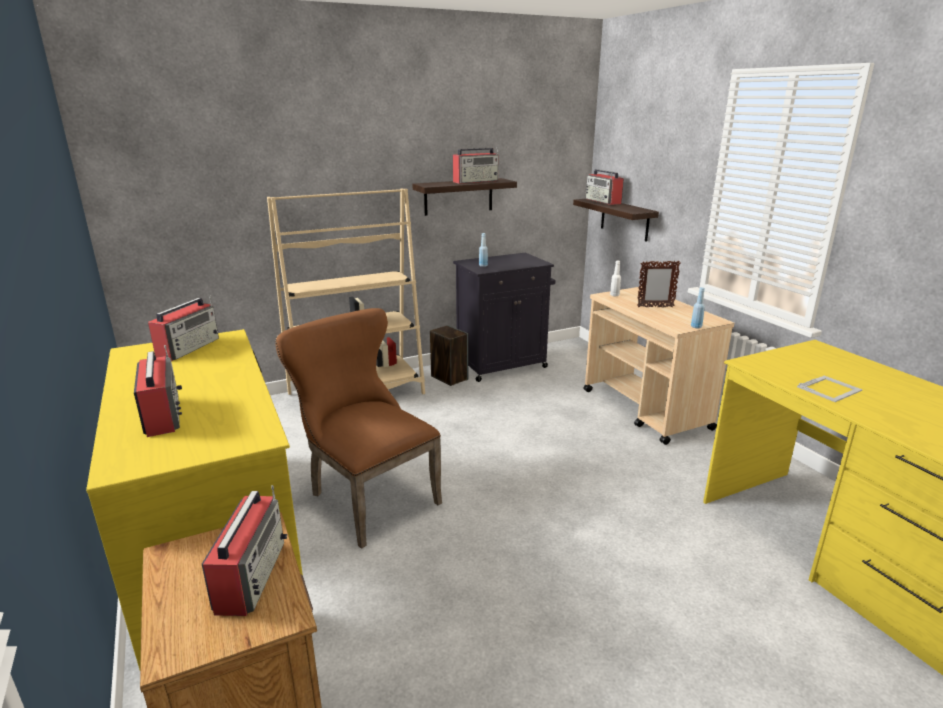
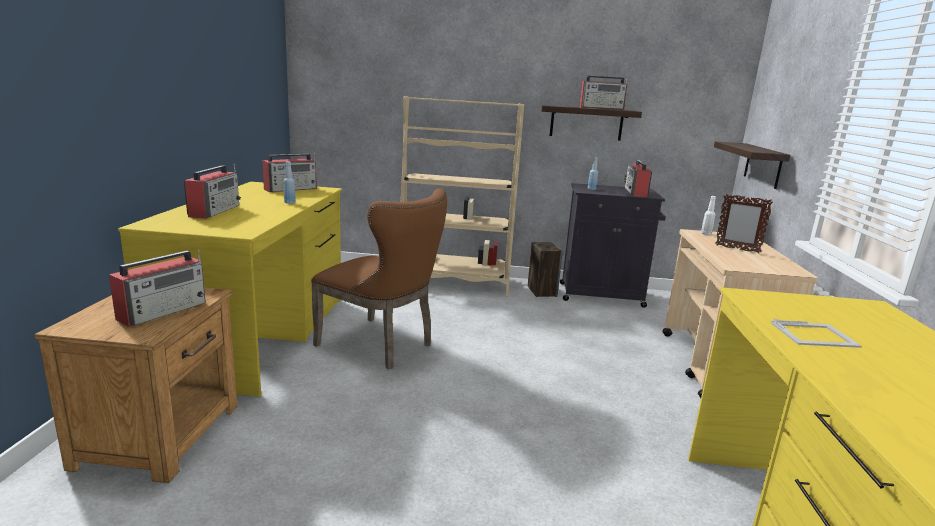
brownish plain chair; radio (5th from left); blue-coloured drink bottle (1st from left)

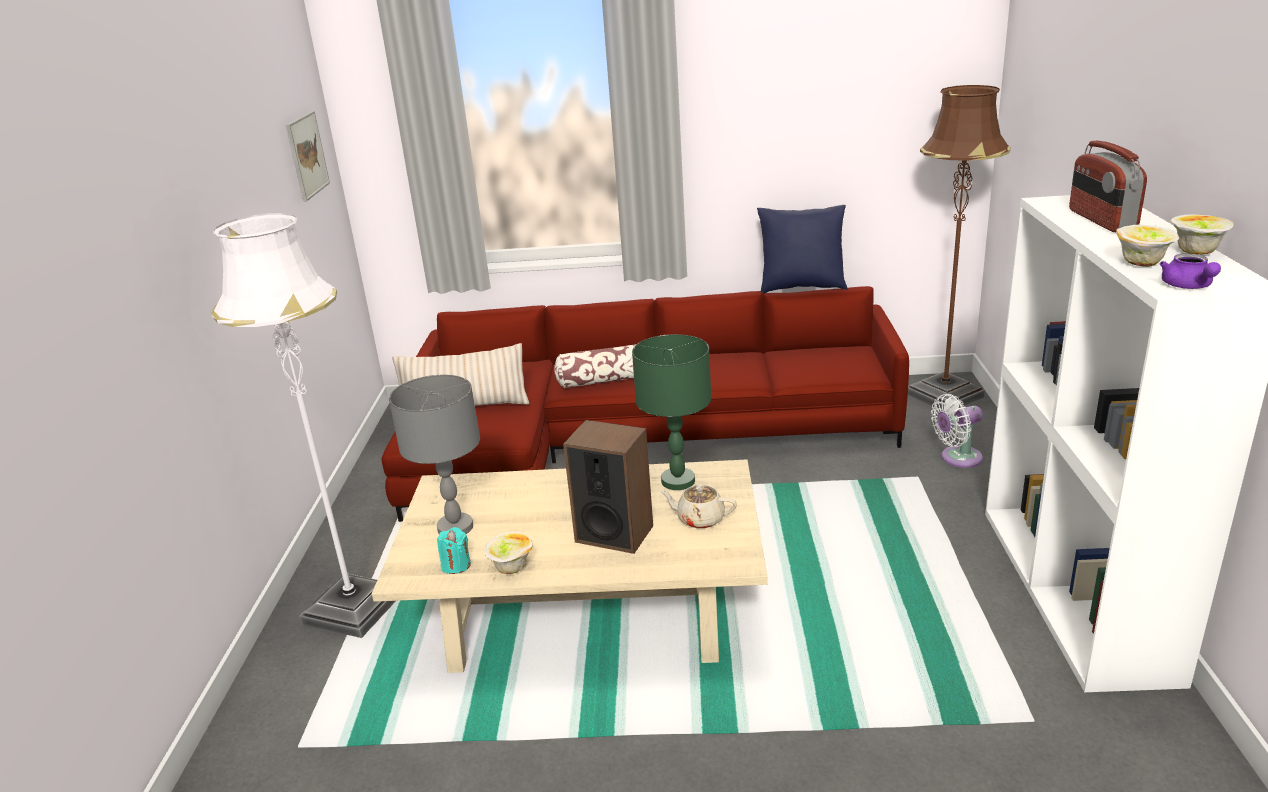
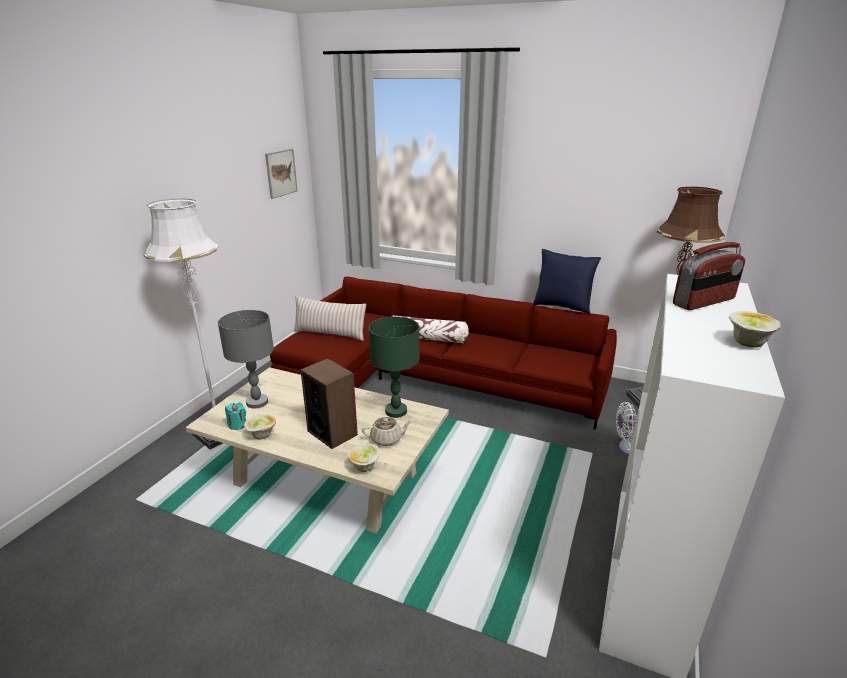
sand-coloured teapot; radio; serving bowl (2nd from left); purplish teapot

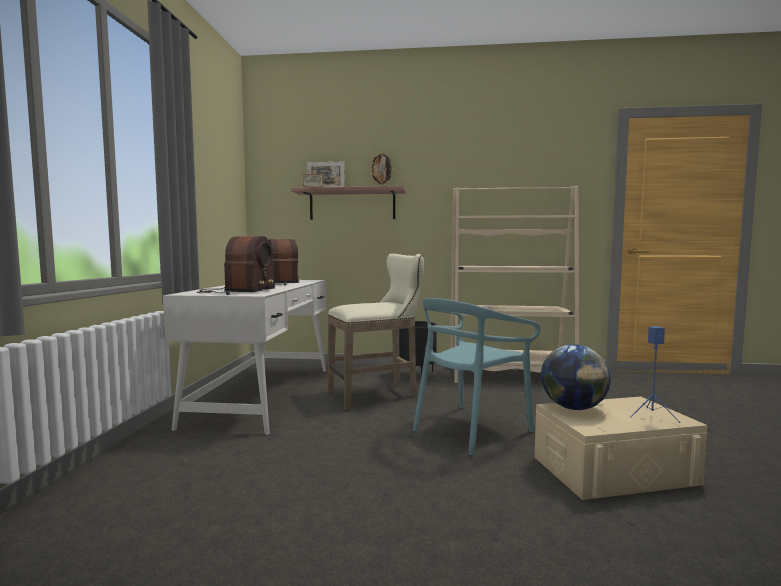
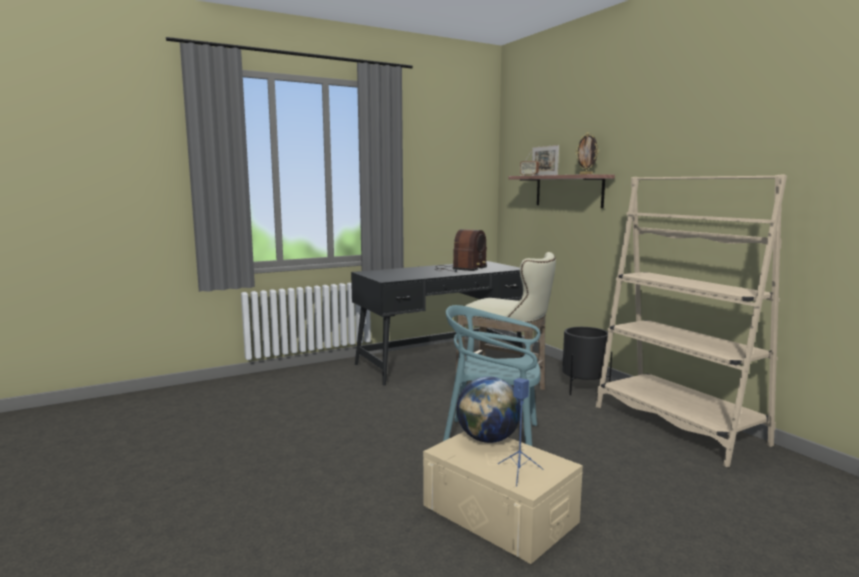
black desk table; radio (1st from left in the first image)

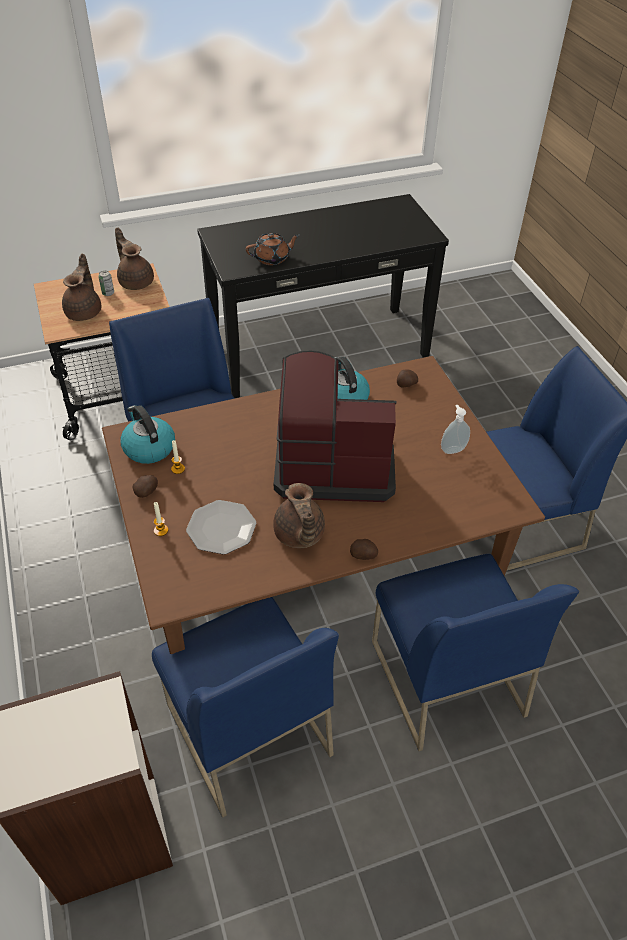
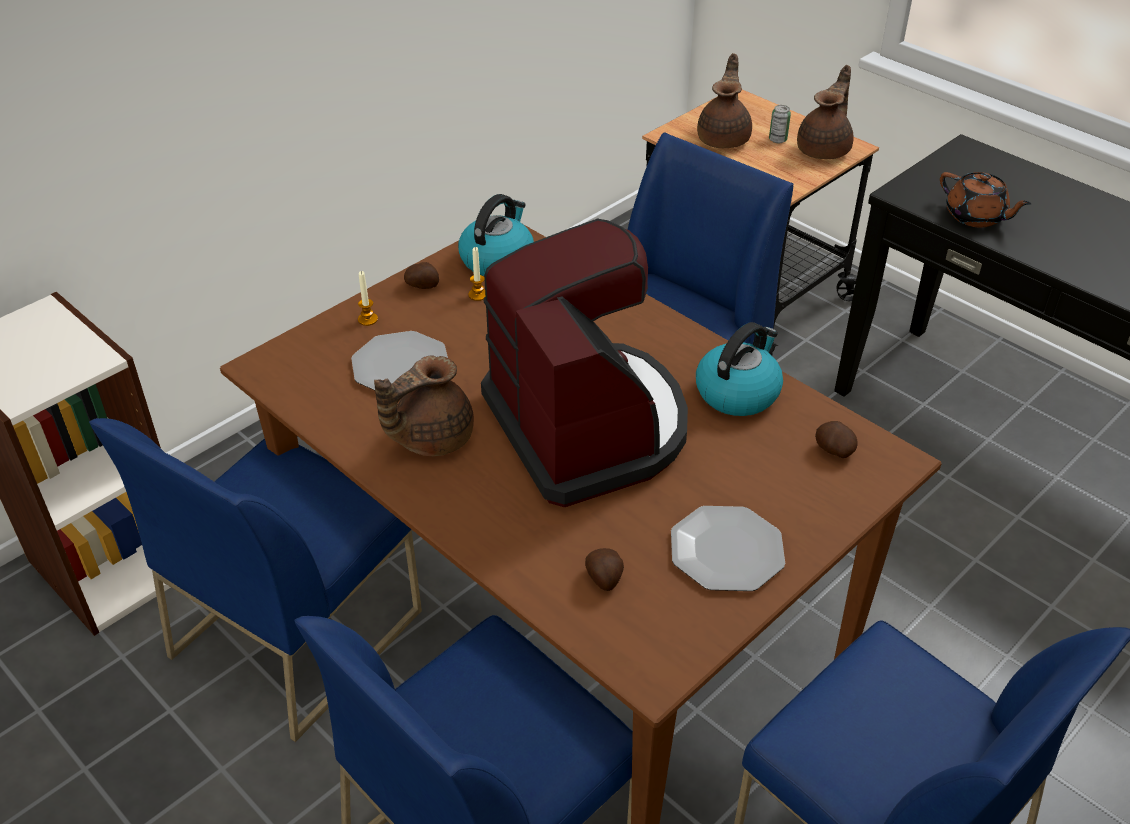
brownish teapot (2nd from left); spud (2nd from left); flat dish (2nd from left)

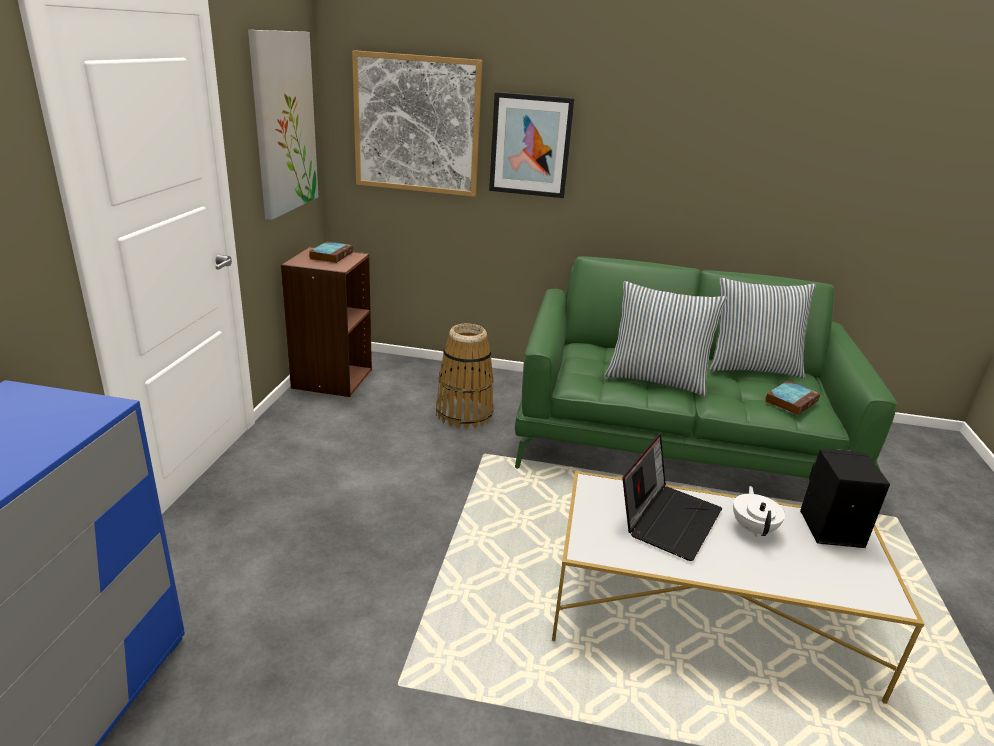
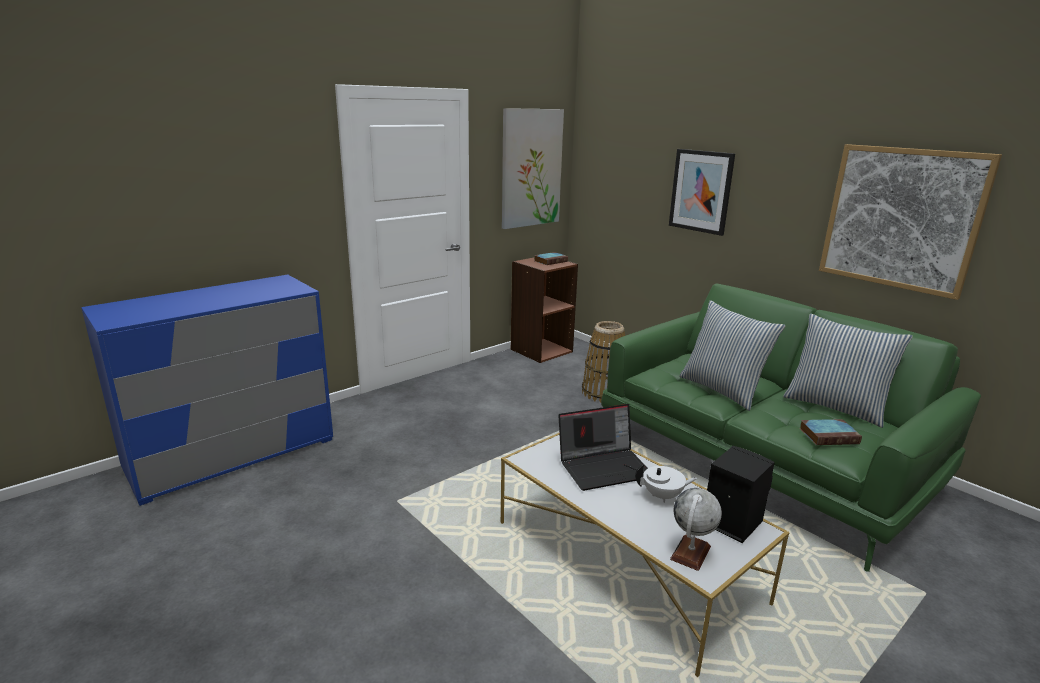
wall picture (3rd from left); whitish teapot; world globe

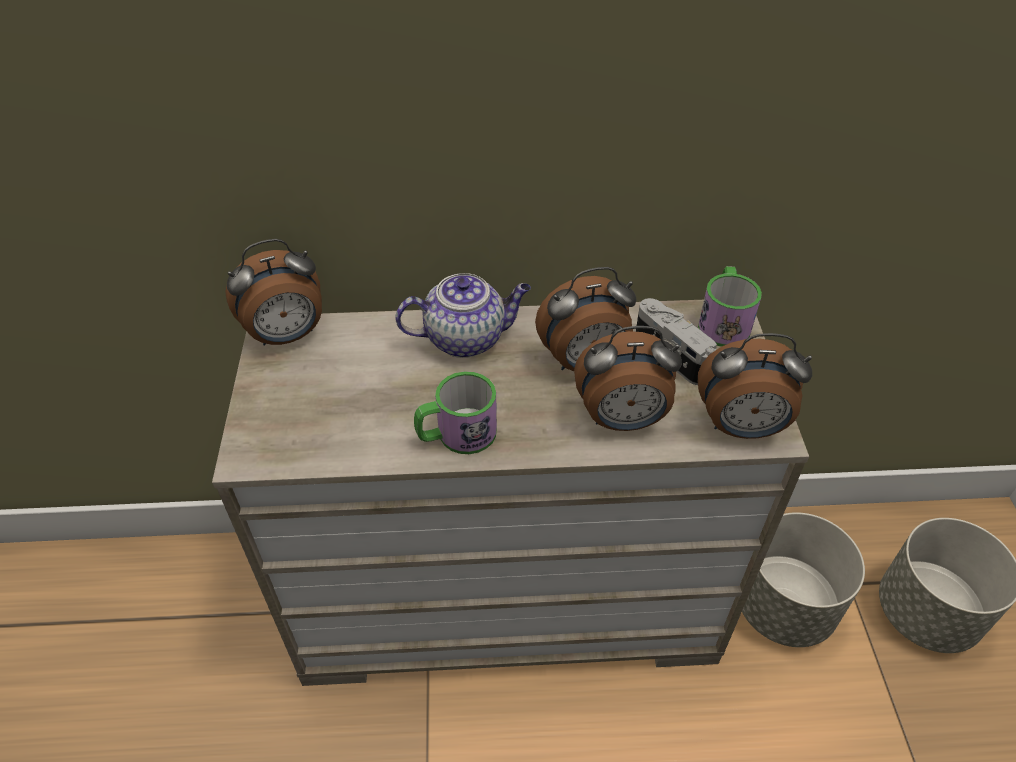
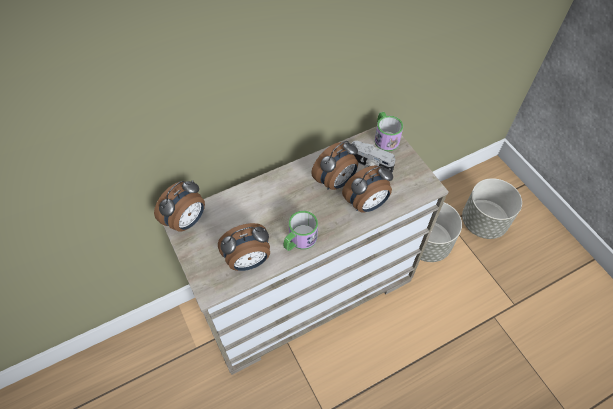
teapot; bedside clock (2nd from left)

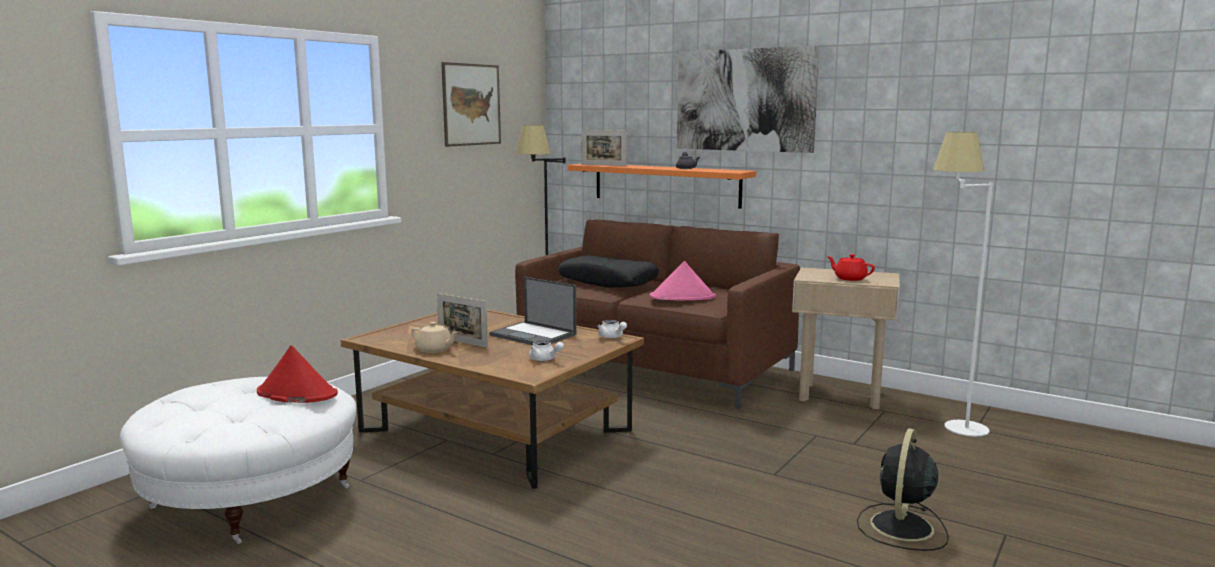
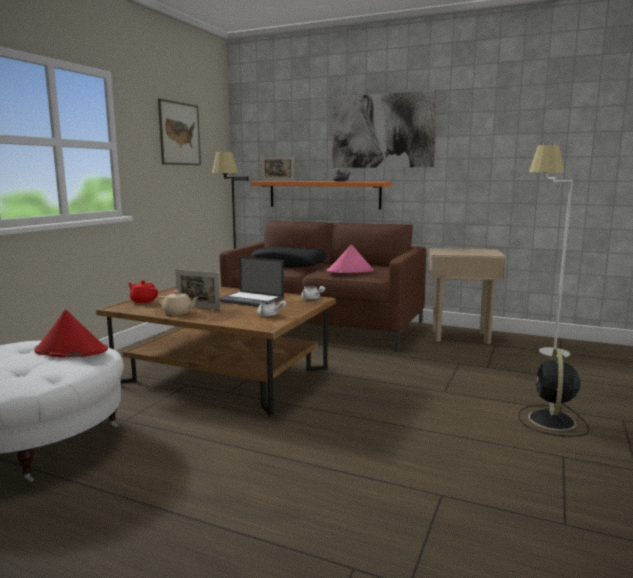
red teapot

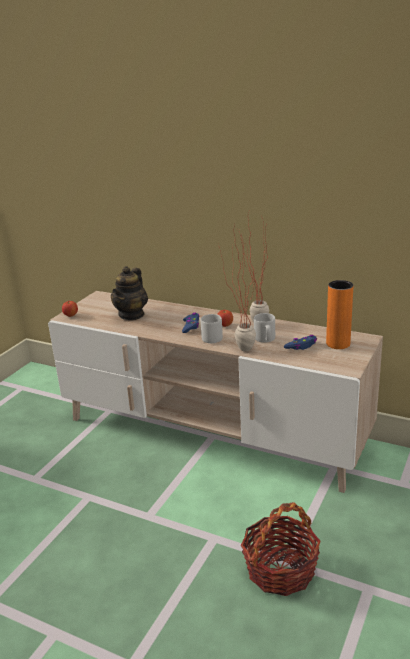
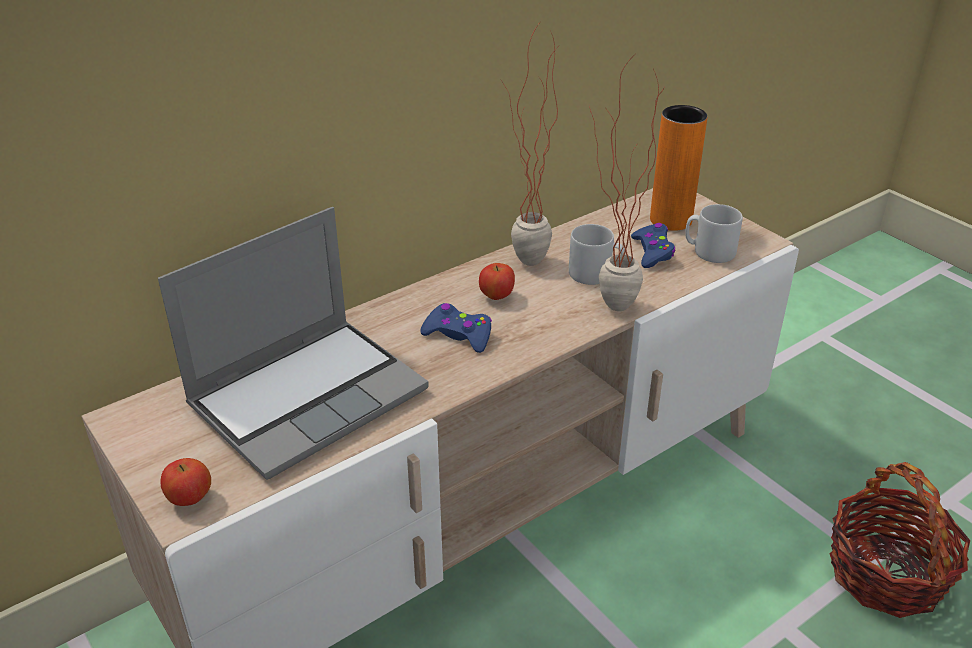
notebook computer; greyish coffee mug (2nd from left)

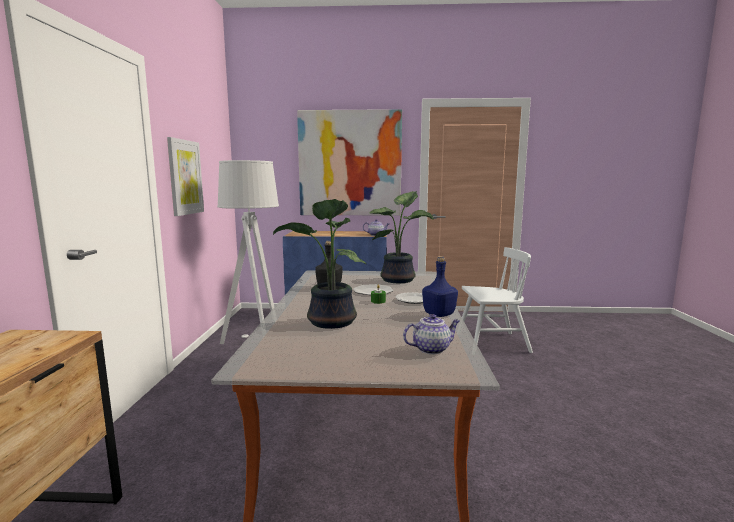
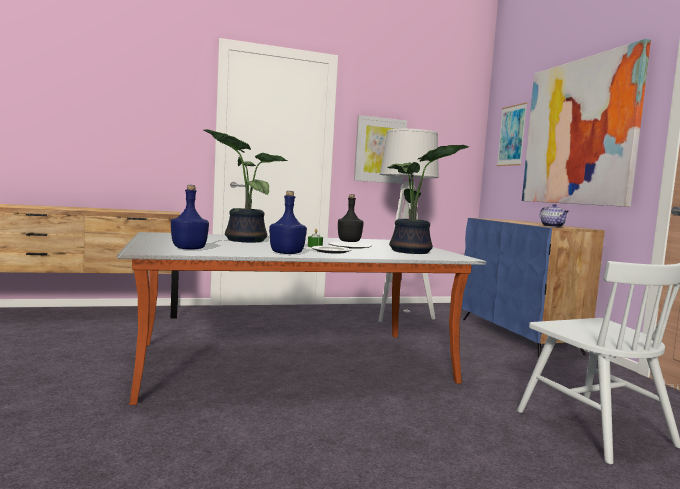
blue-coloured drink bottle (1st from left); wall picture (2nd from left)

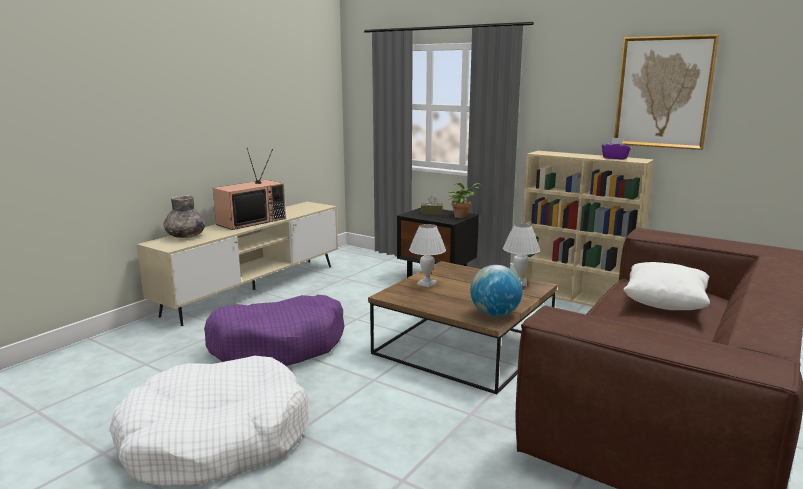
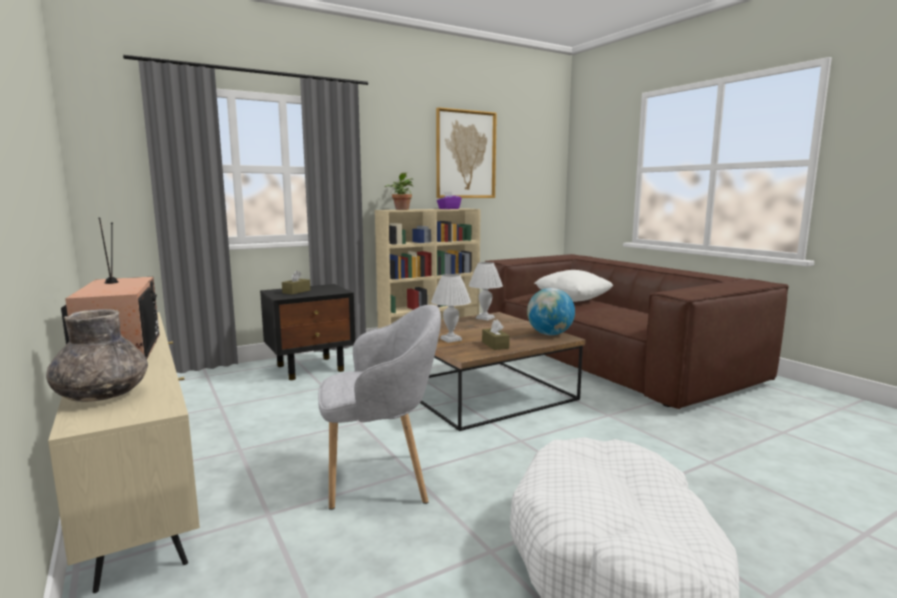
greyish easy chair; houseplant; brownish box of tissues (2nd from left)

